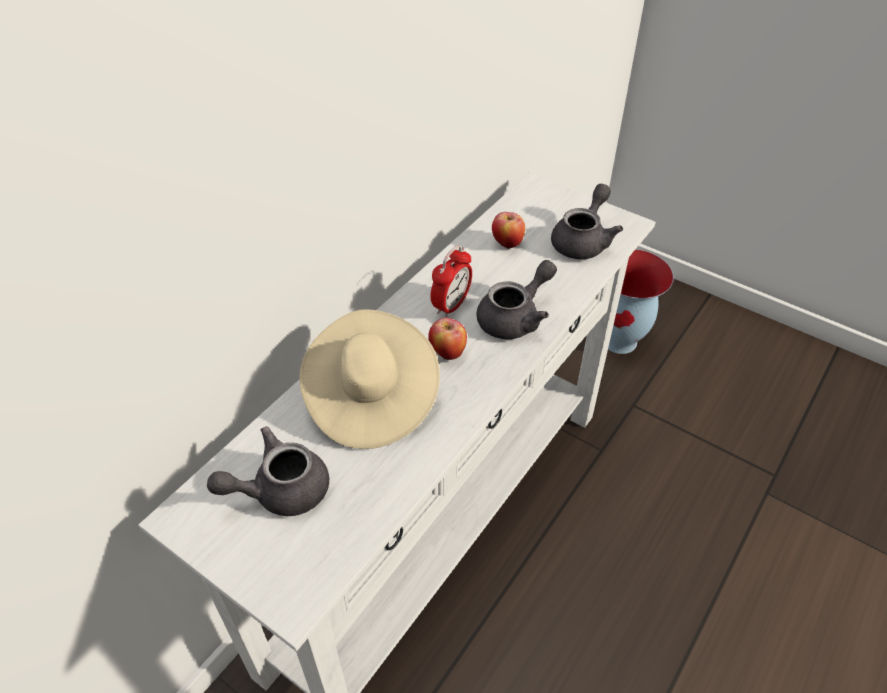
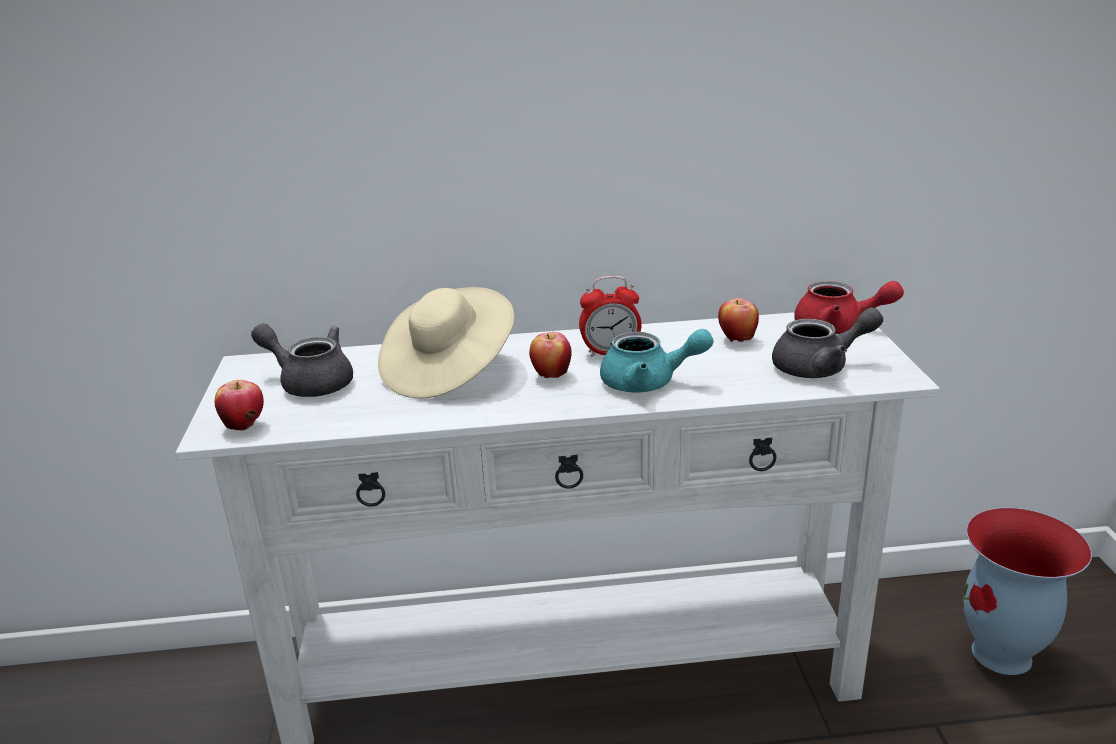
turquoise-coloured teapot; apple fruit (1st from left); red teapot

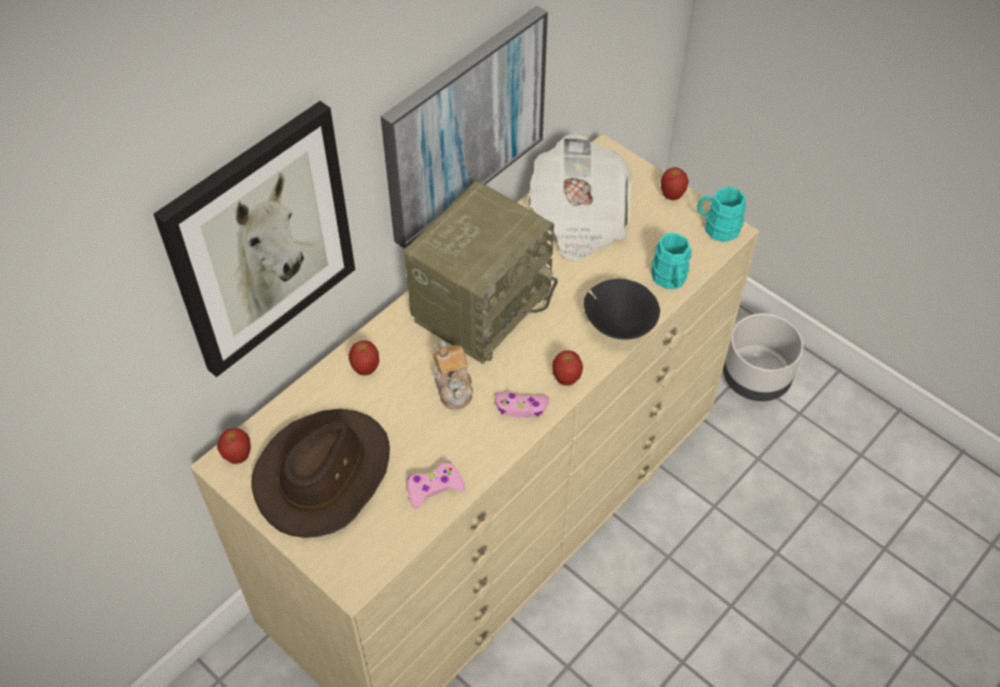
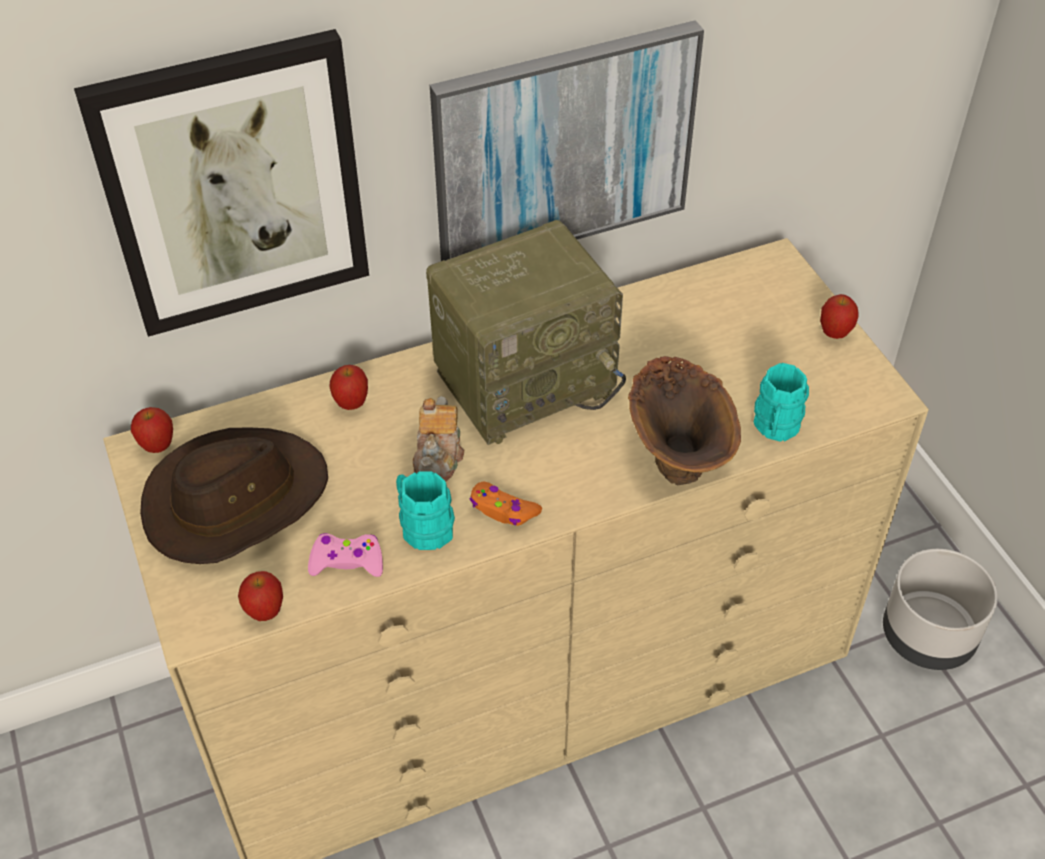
orangey joypad; printed paper; apple fruit (2nd from left); brownish decorative vase; turquoise-coloured coffee mug (1st from left)

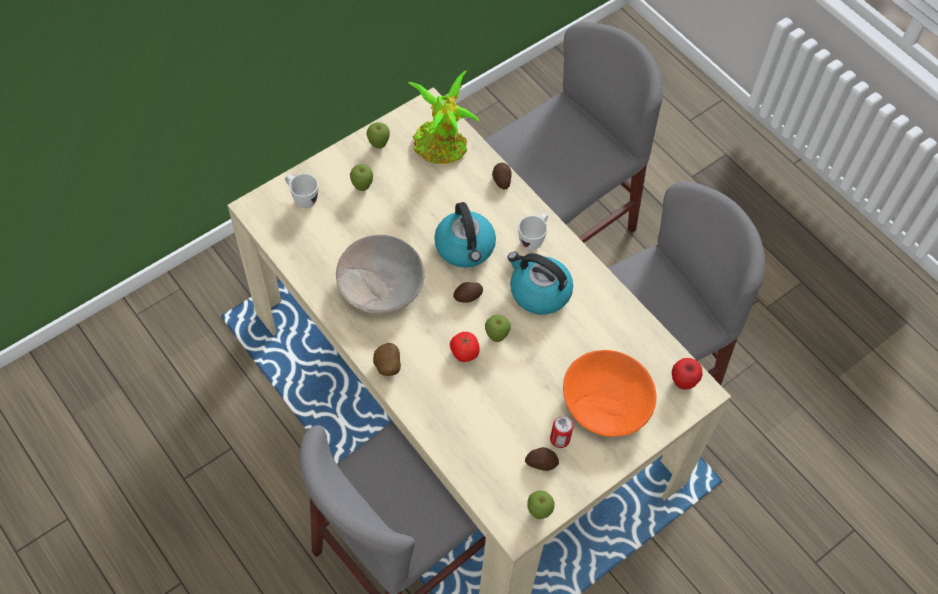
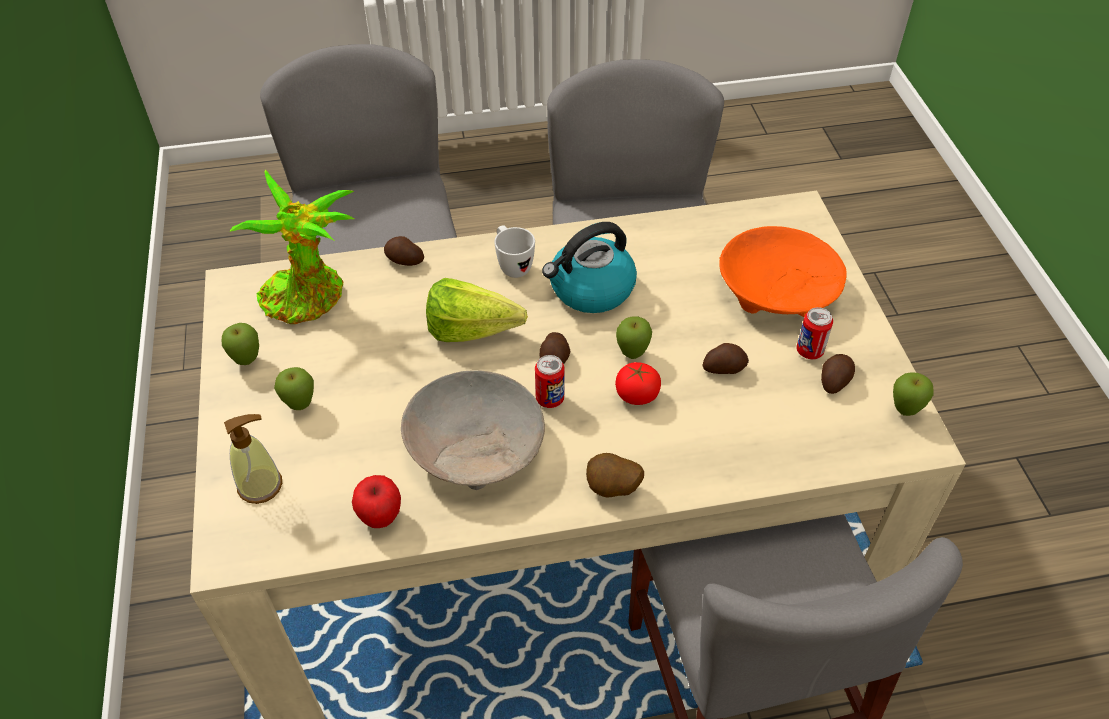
liquid soap bottle; lettuce head; apple fruit (3rd from left); can (1st from left); spud (4th from left)

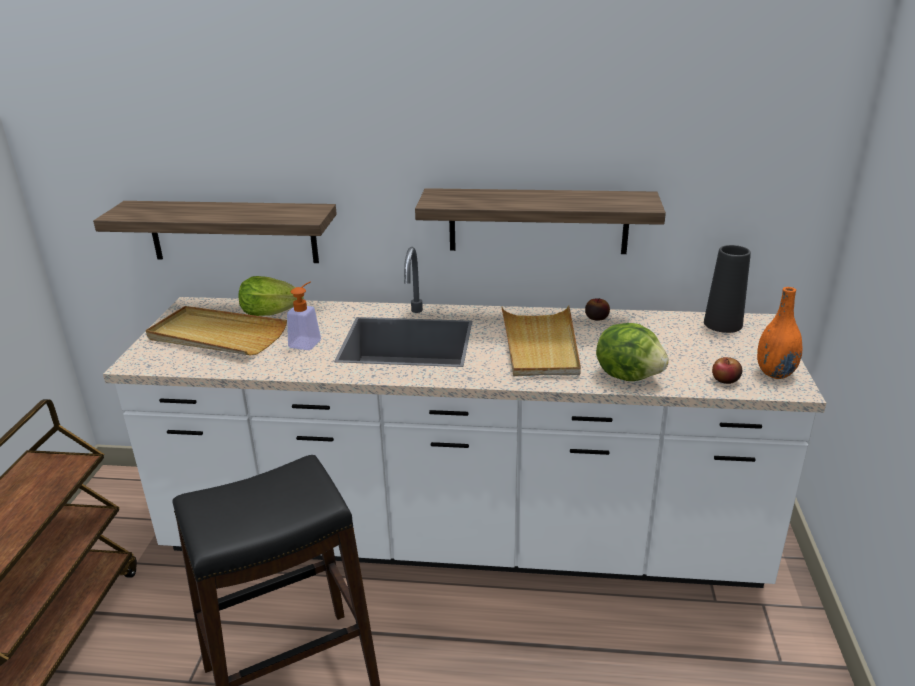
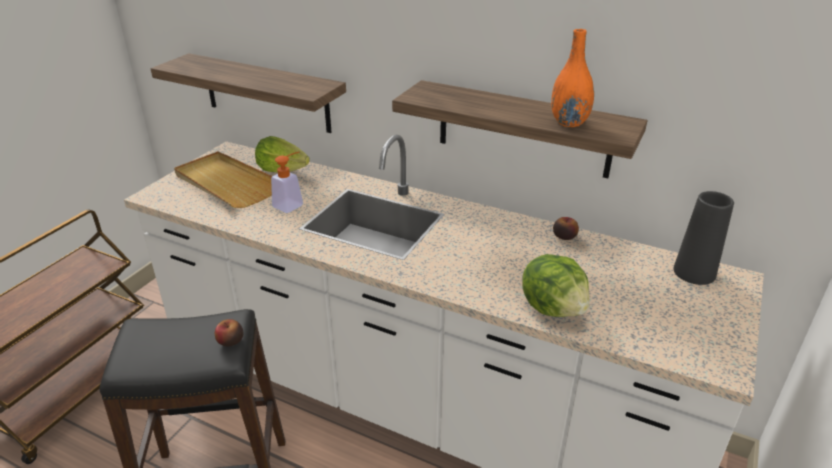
sand-coloured carrying tray (2nd from left in the first image); apple fruit (1st from left); orangey decorative vase

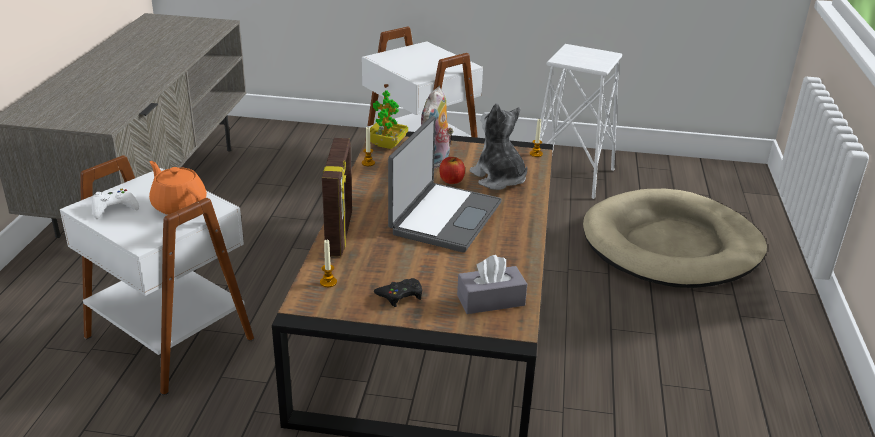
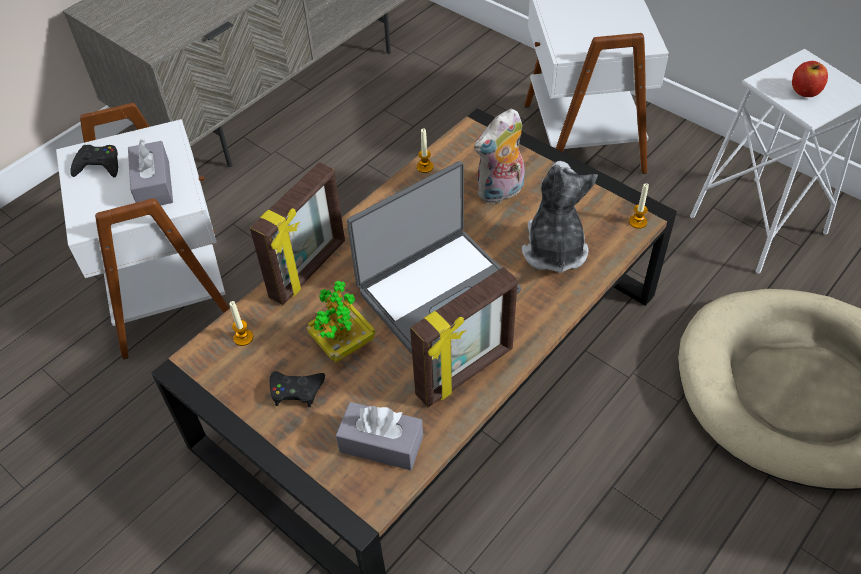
black joypad (1st from left); greyish box of tissues (1st from left); houseplant; apple fruit; photo frame (2nd from left)

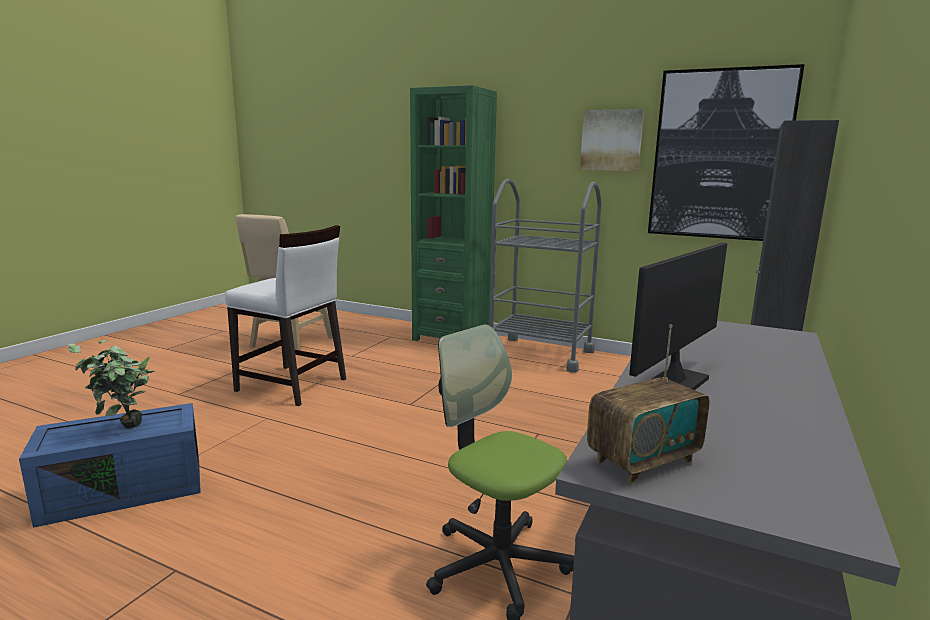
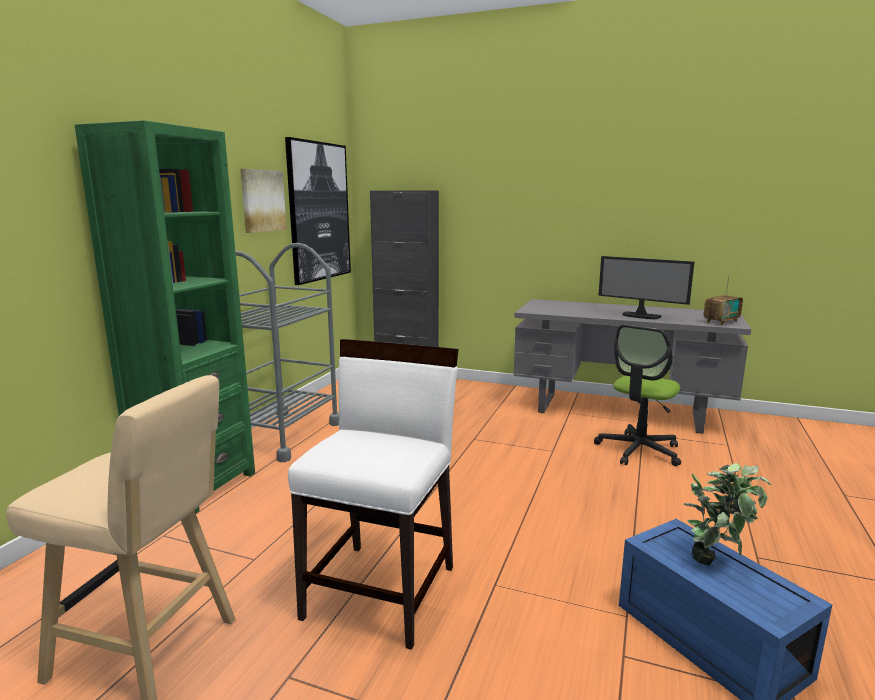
radio

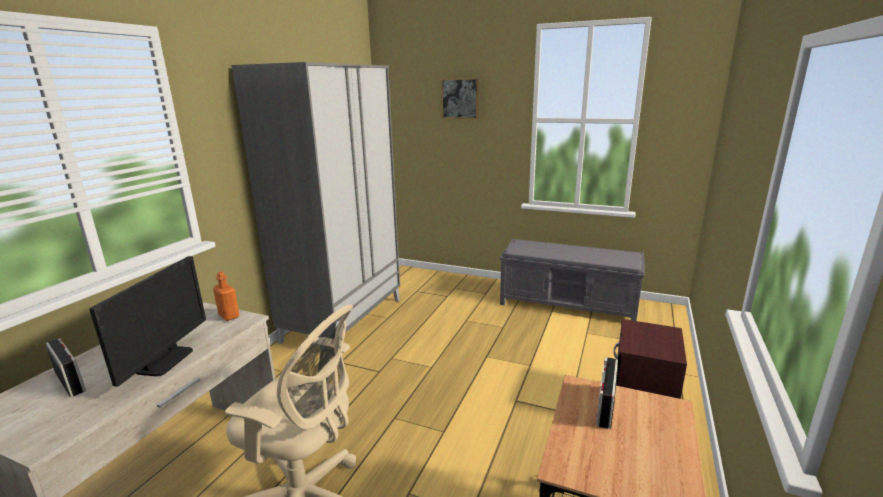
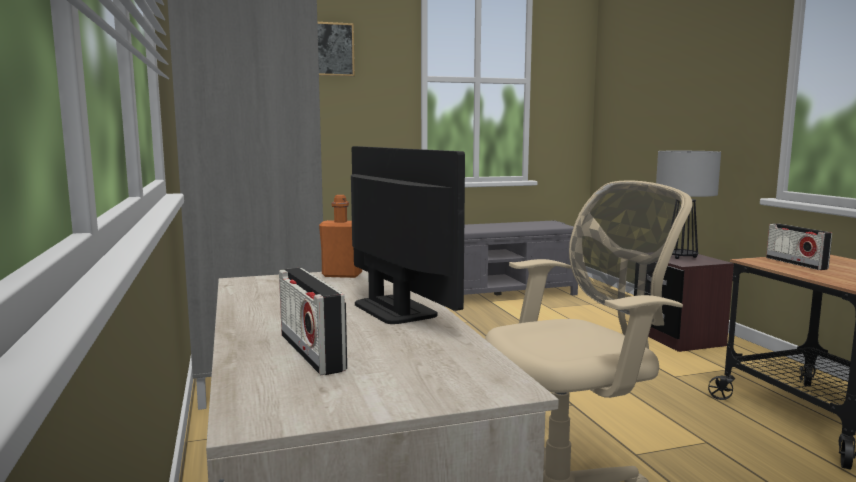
radio (1st from left); tabletop lamp

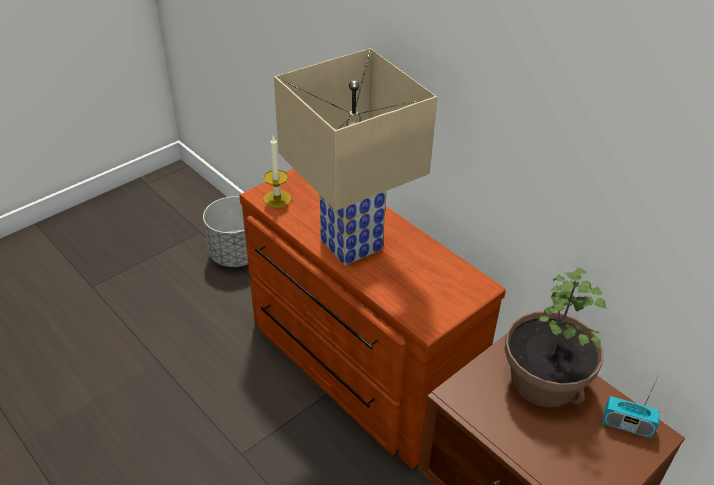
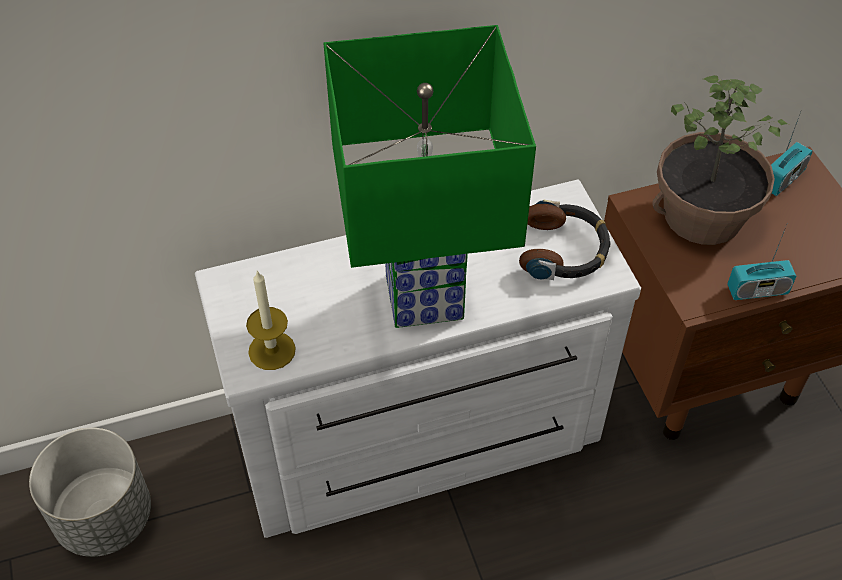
whitish chest of drawers; greenish tabletop lamp; headphones; radio (1st from left)

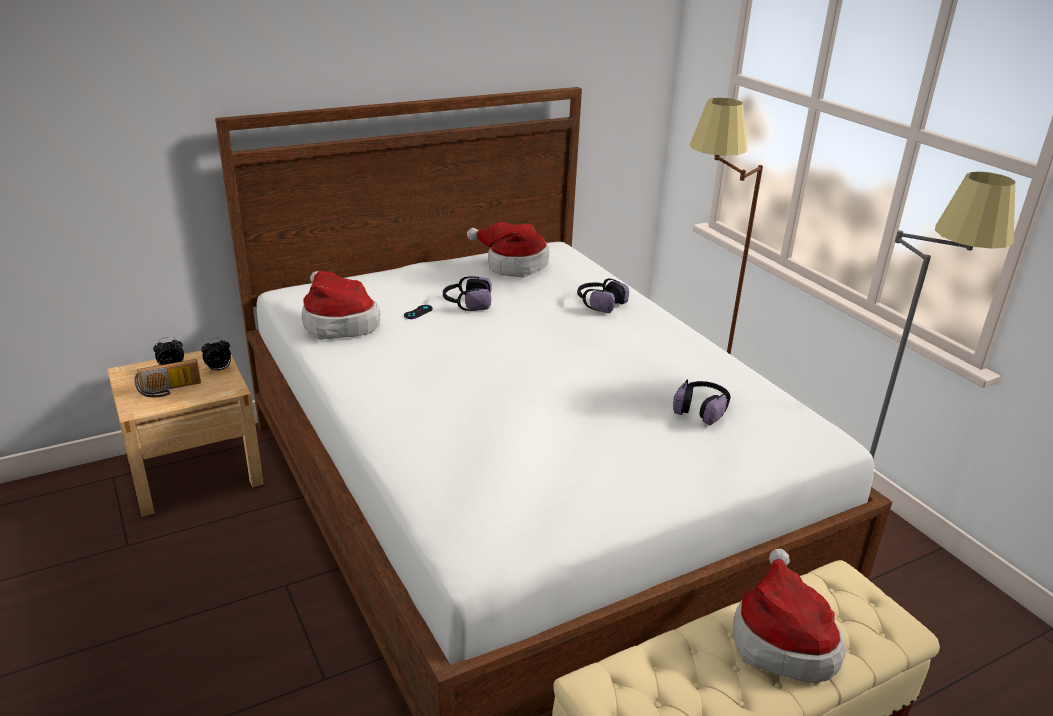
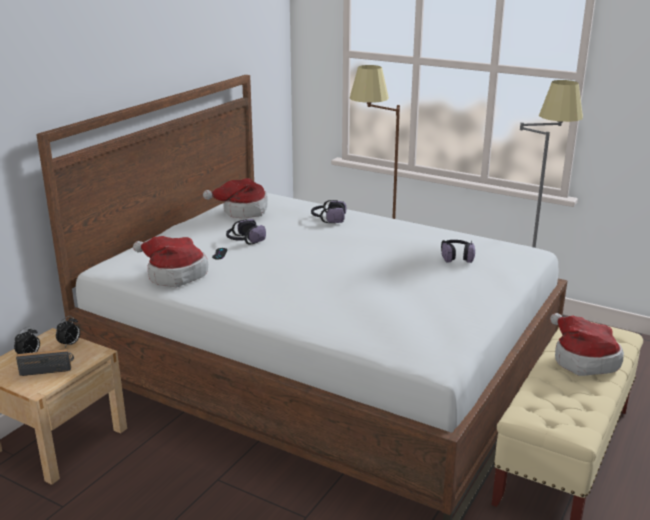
radio

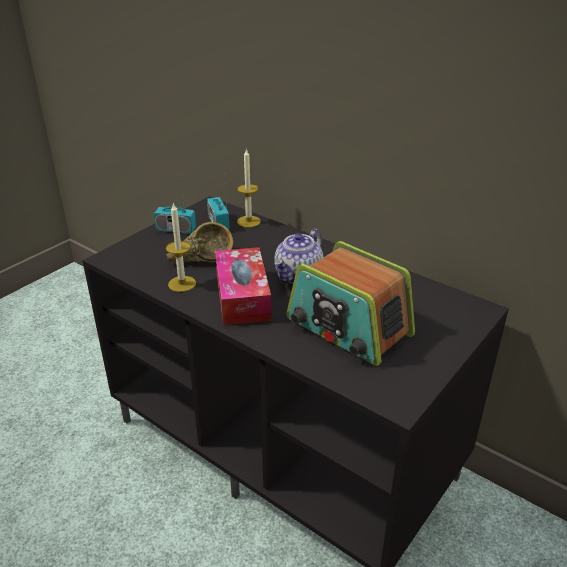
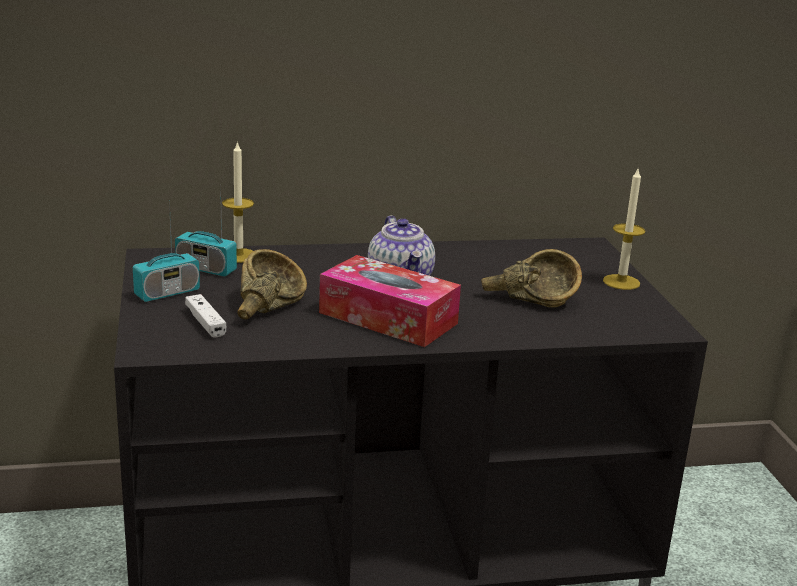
candle (2nd from left); brownish serving bowl (2nd from left); whitish joypad

